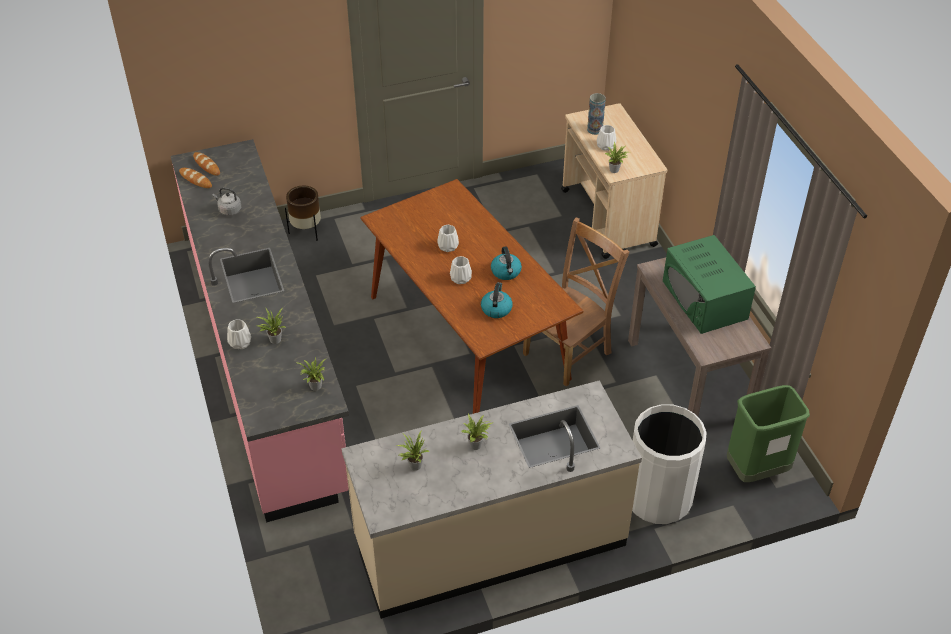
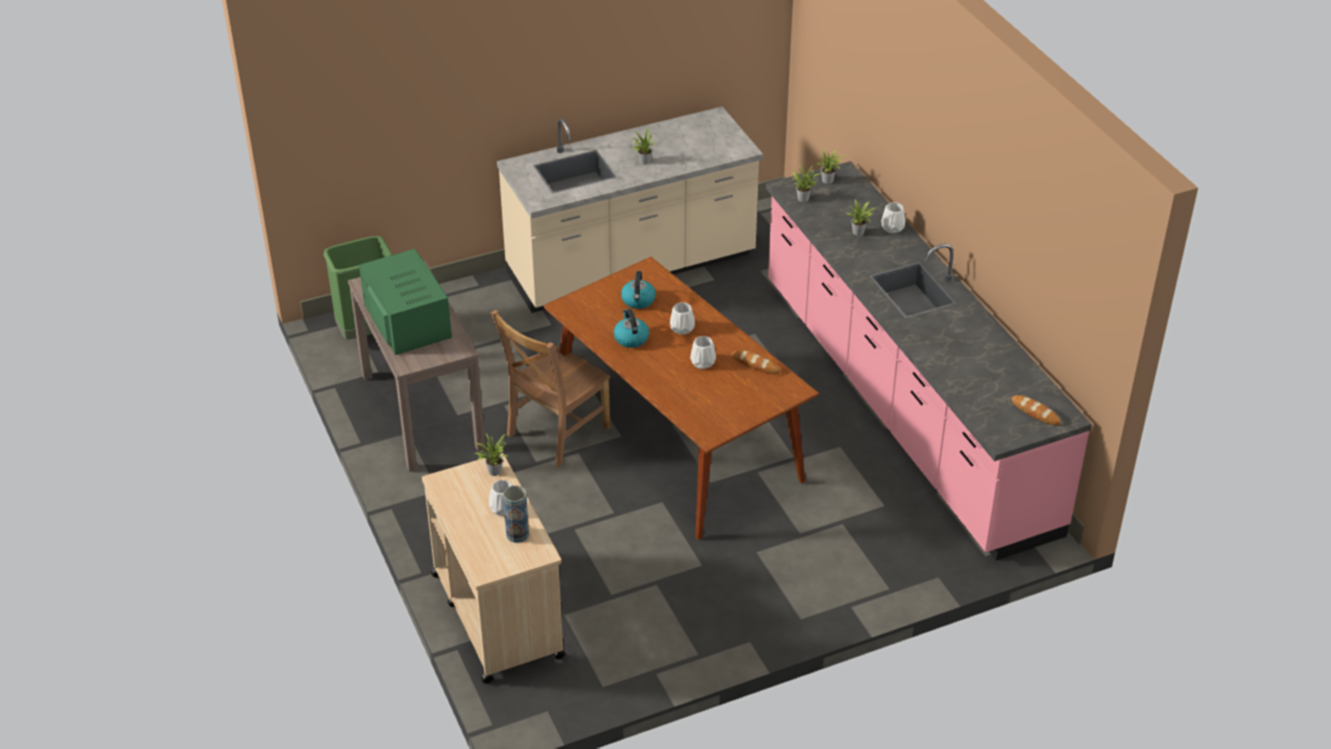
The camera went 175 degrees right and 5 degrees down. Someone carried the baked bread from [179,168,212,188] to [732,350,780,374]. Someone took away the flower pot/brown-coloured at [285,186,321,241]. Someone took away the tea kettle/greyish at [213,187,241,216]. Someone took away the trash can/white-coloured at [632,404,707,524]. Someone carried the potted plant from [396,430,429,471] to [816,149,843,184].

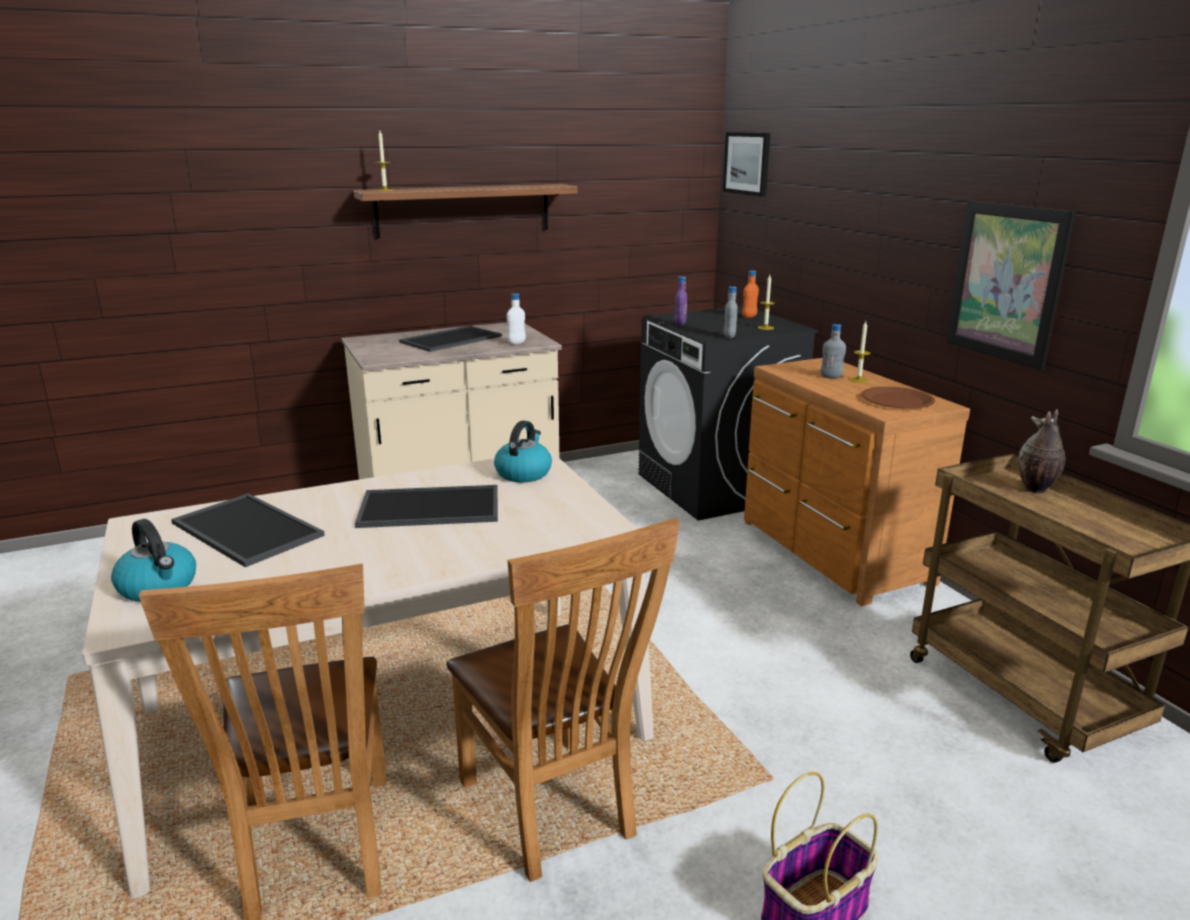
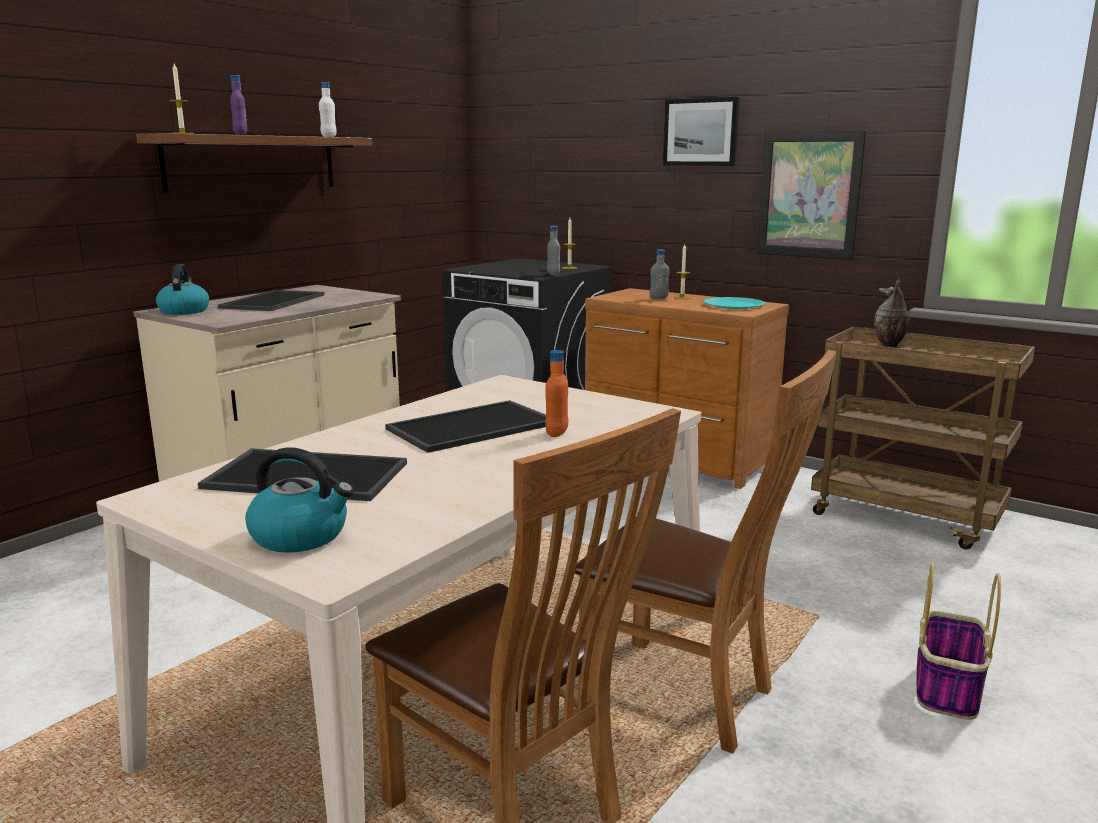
The camera went 30 degrees left and 5 degrees down. Someone carried the wall art from [723,132,770,197] to [663,97,739,166]. Someone carried the drink bottle/orange from [742,271,759,318] to [545,350,568,437]. Someone carried the drink bottle/purplish from [674,276,687,326] to [230,75,247,135]. Someone carried the drink bottle/white-coloured from [507,293,526,345] to [319,82,337,137]. Someone repainted the flat dish/brown-coloured at [862,387,935,408], which became the flat dish/turquoise-coloured at [703,297,766,309]. Someone carried the tea kettle from [494,421,552,482] to [156,264,209,315].

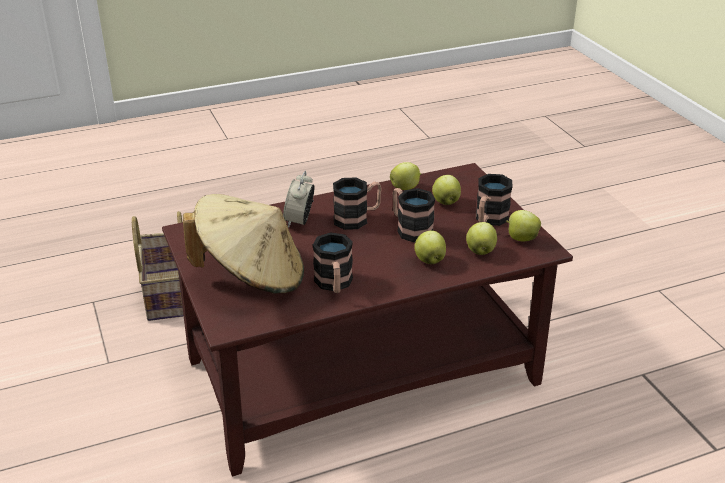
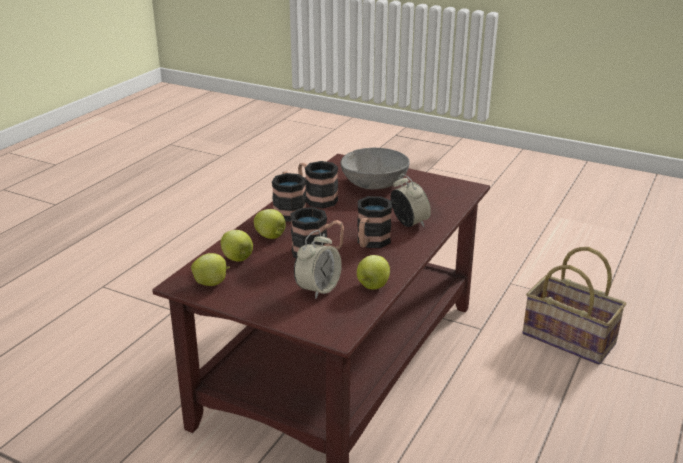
The camera went 140 degrees right and 5 degrees down. Someone carried the mug from [476,174,513,226] to [272,171,306,222]. Someone swapped the whole apple at [432,175,461,205] for the alarm clock at [294,230,342,299]. Someone swapped the hat/beige-coloured at [183,194,304,294] for the serving bowl/greyish at [341,148,410,190].

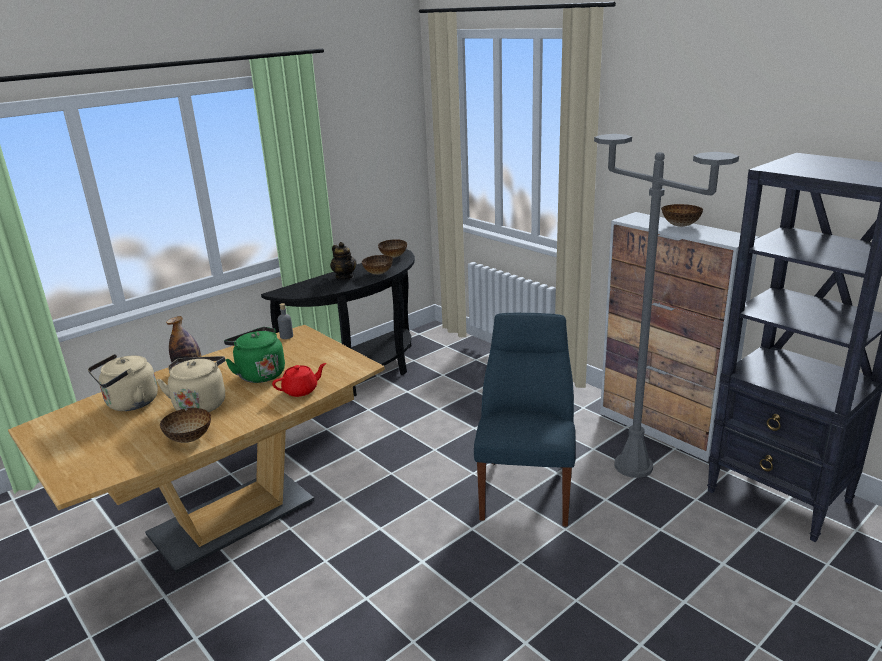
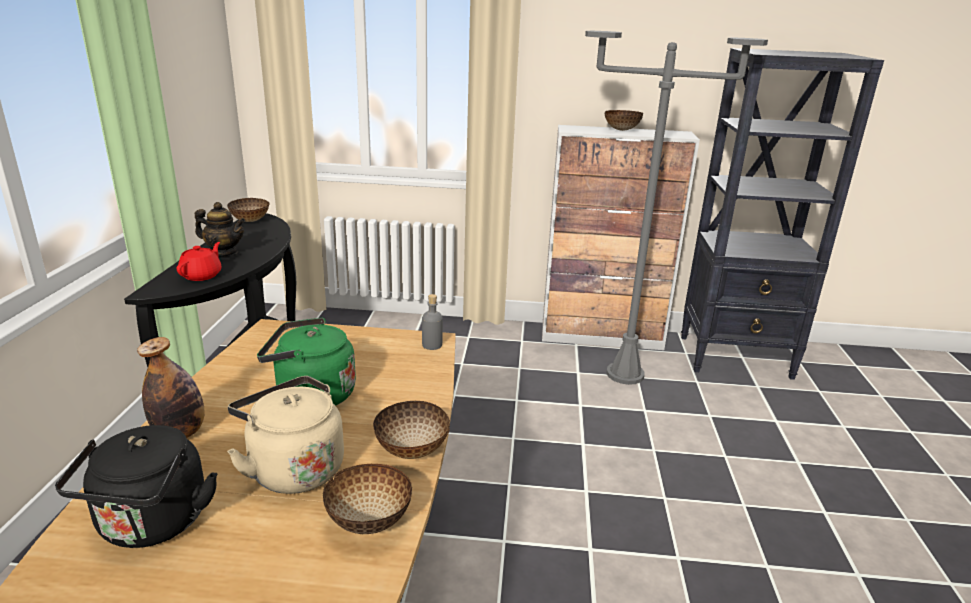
The camera went 45 degrees left and 0 degrees up. Someone carried the serving bowl from [362,255,393,275] to [373,401,450,459]. Someone carried the drink bottle/greyish from [278,303,293,339] to [422,294,443,350]. Someone took away the chair/bluish at [474,313,575,527]. Someone repainted the tea kettle/beige-coloured at [88,354,158,411], which became the tea kettle/blackish at [55,425,218,548]. Someone carried the pot for tea/red-coloured from [272,363,326,397] to [176,242,221,281].

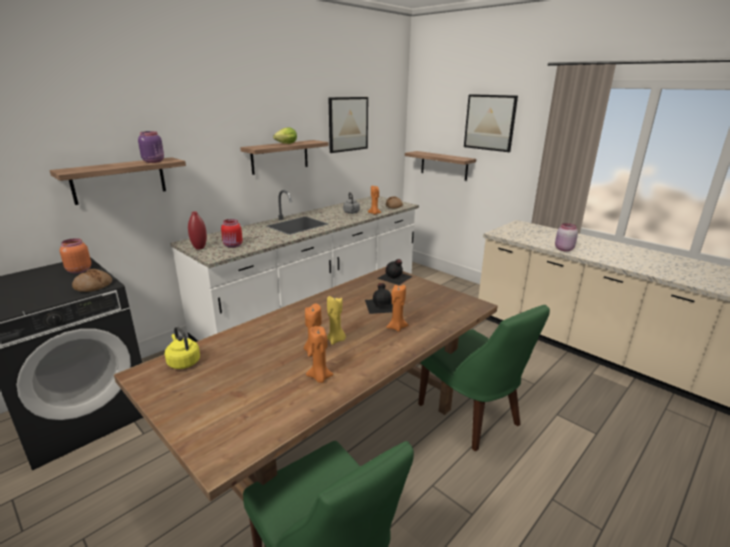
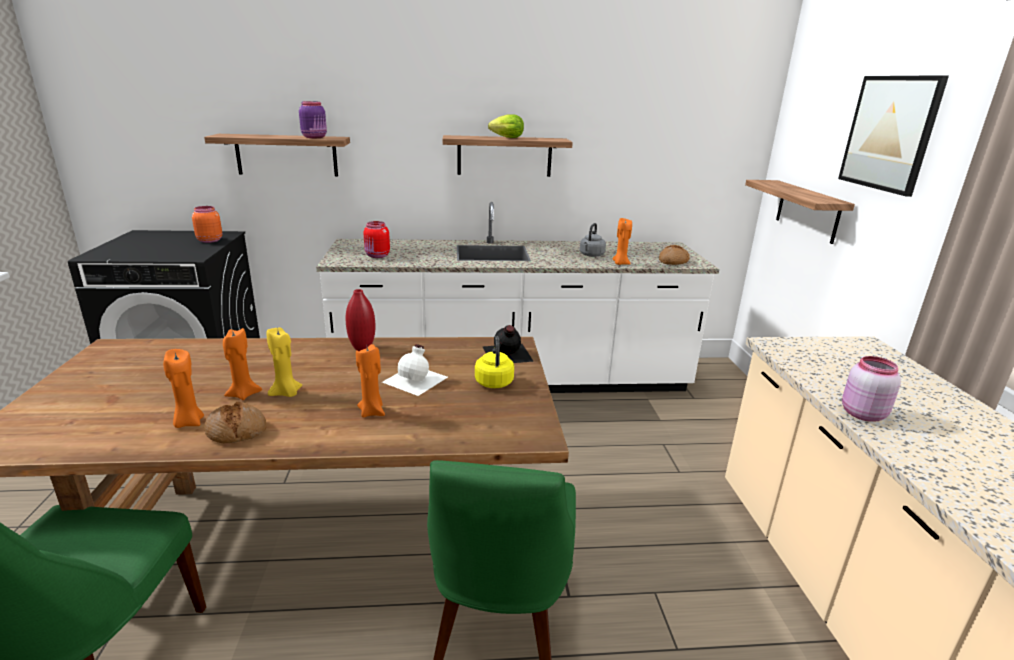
The camera went 40 degrees right and 0 degrees up. Someone took away the wall art at [329,97,368,153]. Someone carried the vase/red-coloured from [188,212,207,250] to [346,289,375,351]. Someone carried the baked bread from [72,269,112,292] to [204,402,266,444]. Someone repainted the drink bottle/blackish at [365,283,393,314], which became the drink bottle/white-coloured at [382,344,448,396]. Someone carried the tea kettle/yellow-coloured from [165,327,200,369] to [475,336,514,388].

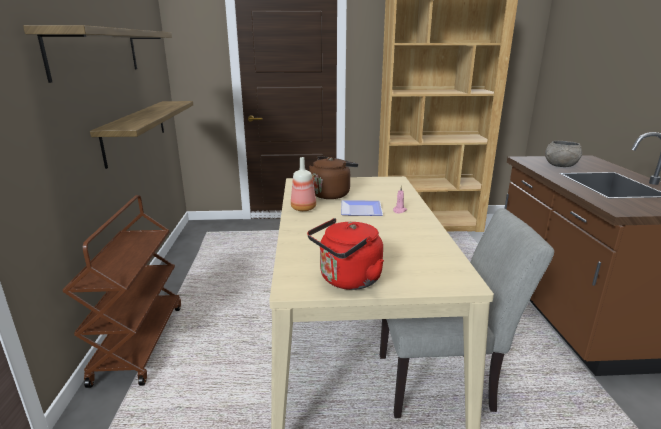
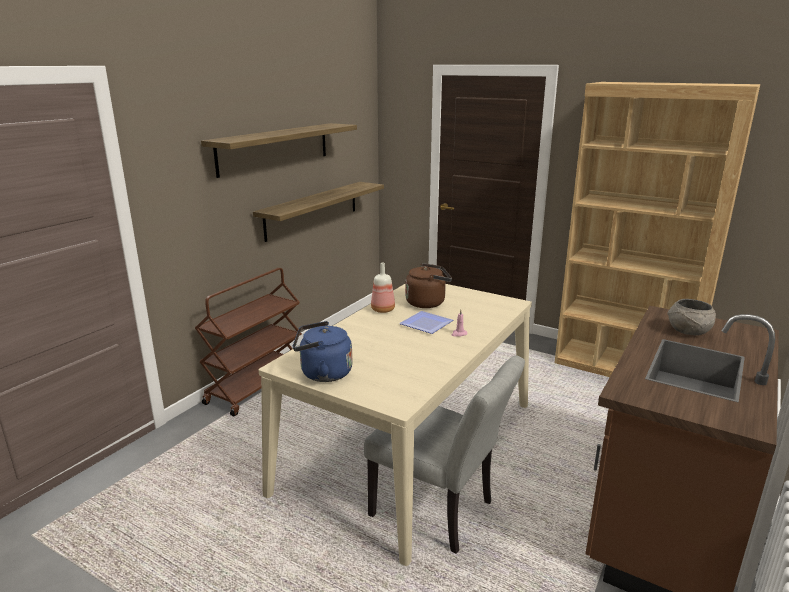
The camera went 35 degrees right and 0 degrees up. Someone repainted the tea kettle/red-coloured at [307,218,384,290], which became the tea kettle/bluish at [293,321,352,382].

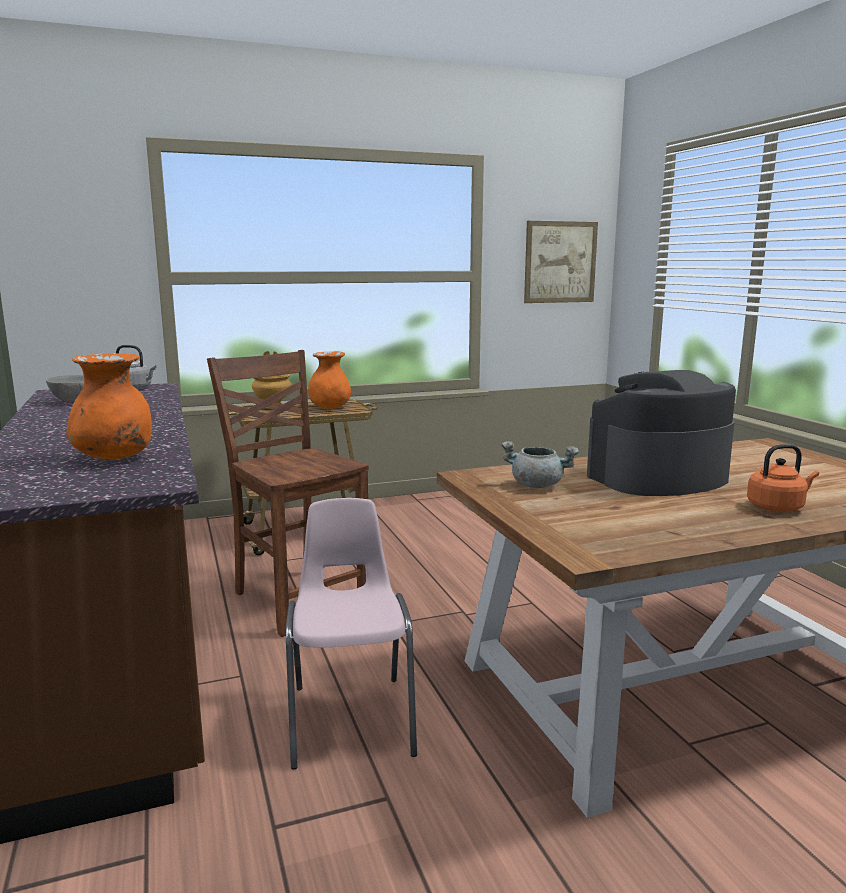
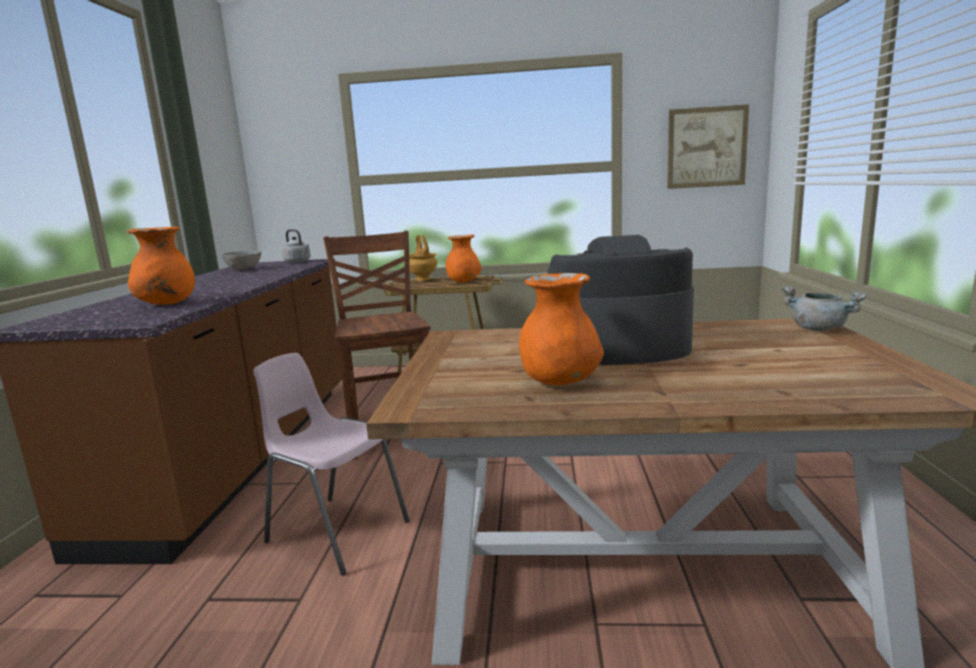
The camera went 25 degrees right and 0 degrees up. Someone carried the saucepot/greyish from [501,441,579,488] to [782,286,866,331]. Someone took away the tea kettle/orange at [747,444,819,512]. Someone rotated the chair/pink at [286,498,417,770] by 75 degrees counterclockwise. Someone put down the vase/orange at [519,273,604,385].

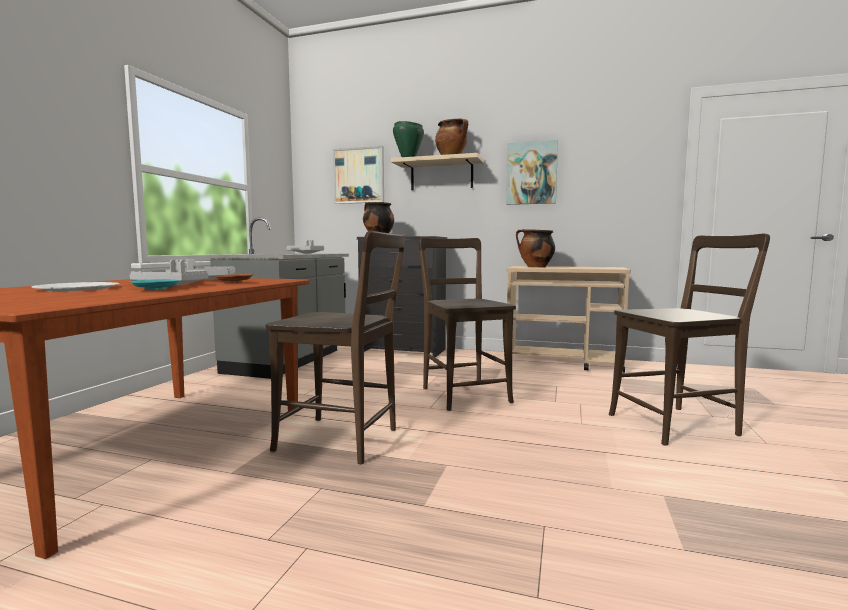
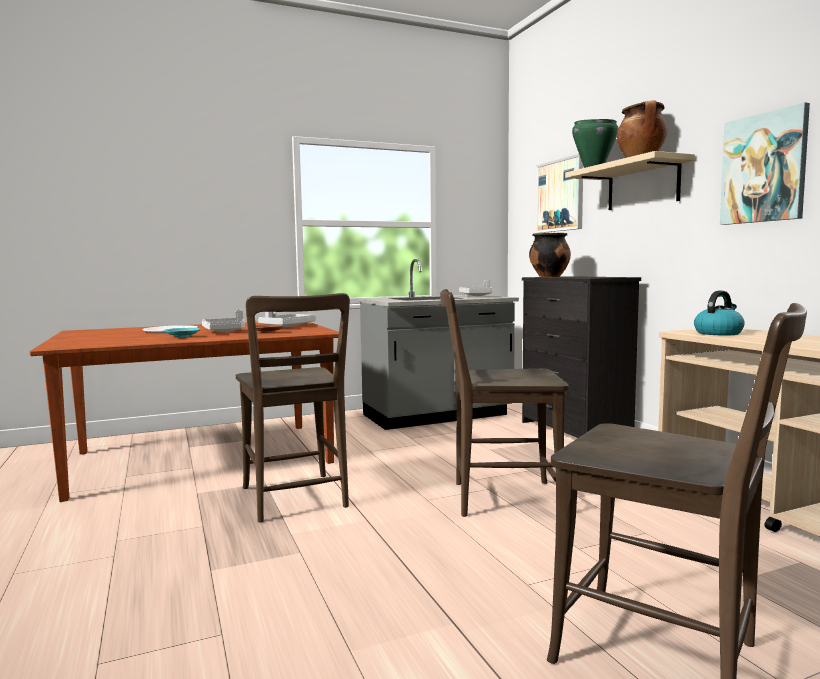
The camera went 50 degrees right and 0 degrees up. Someone swapped the saucepot at [516,229,555,268] for the tea kettle at [694,291,745,336]. Someone rotated the chair/brown-coloured at [419,238,516,411] by 120 degrees counterclockwise.

